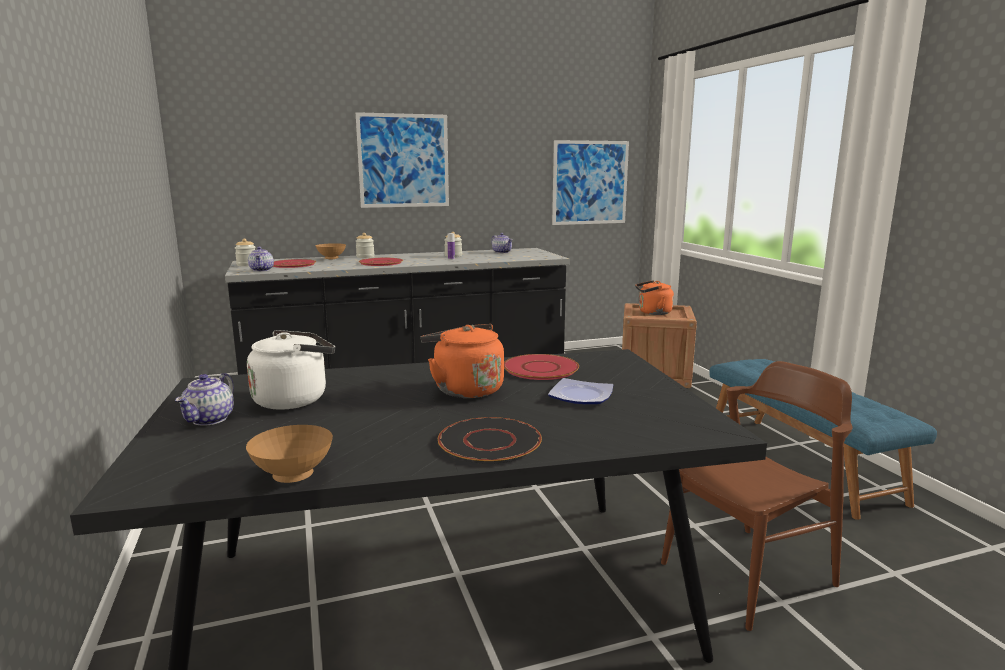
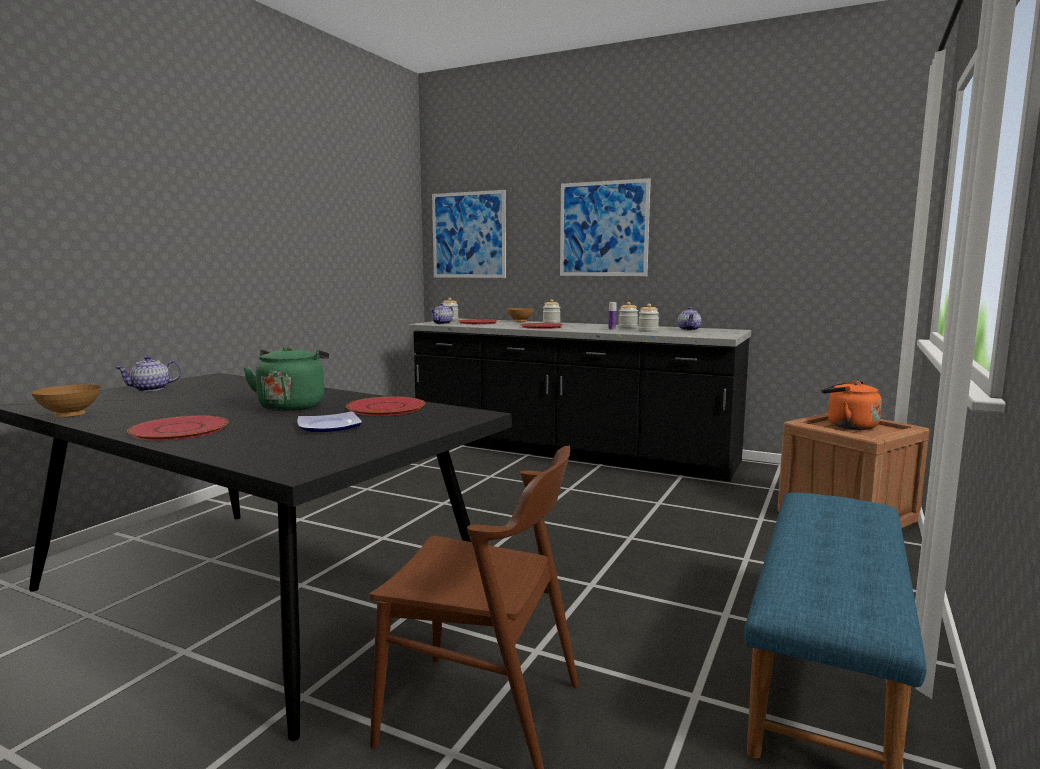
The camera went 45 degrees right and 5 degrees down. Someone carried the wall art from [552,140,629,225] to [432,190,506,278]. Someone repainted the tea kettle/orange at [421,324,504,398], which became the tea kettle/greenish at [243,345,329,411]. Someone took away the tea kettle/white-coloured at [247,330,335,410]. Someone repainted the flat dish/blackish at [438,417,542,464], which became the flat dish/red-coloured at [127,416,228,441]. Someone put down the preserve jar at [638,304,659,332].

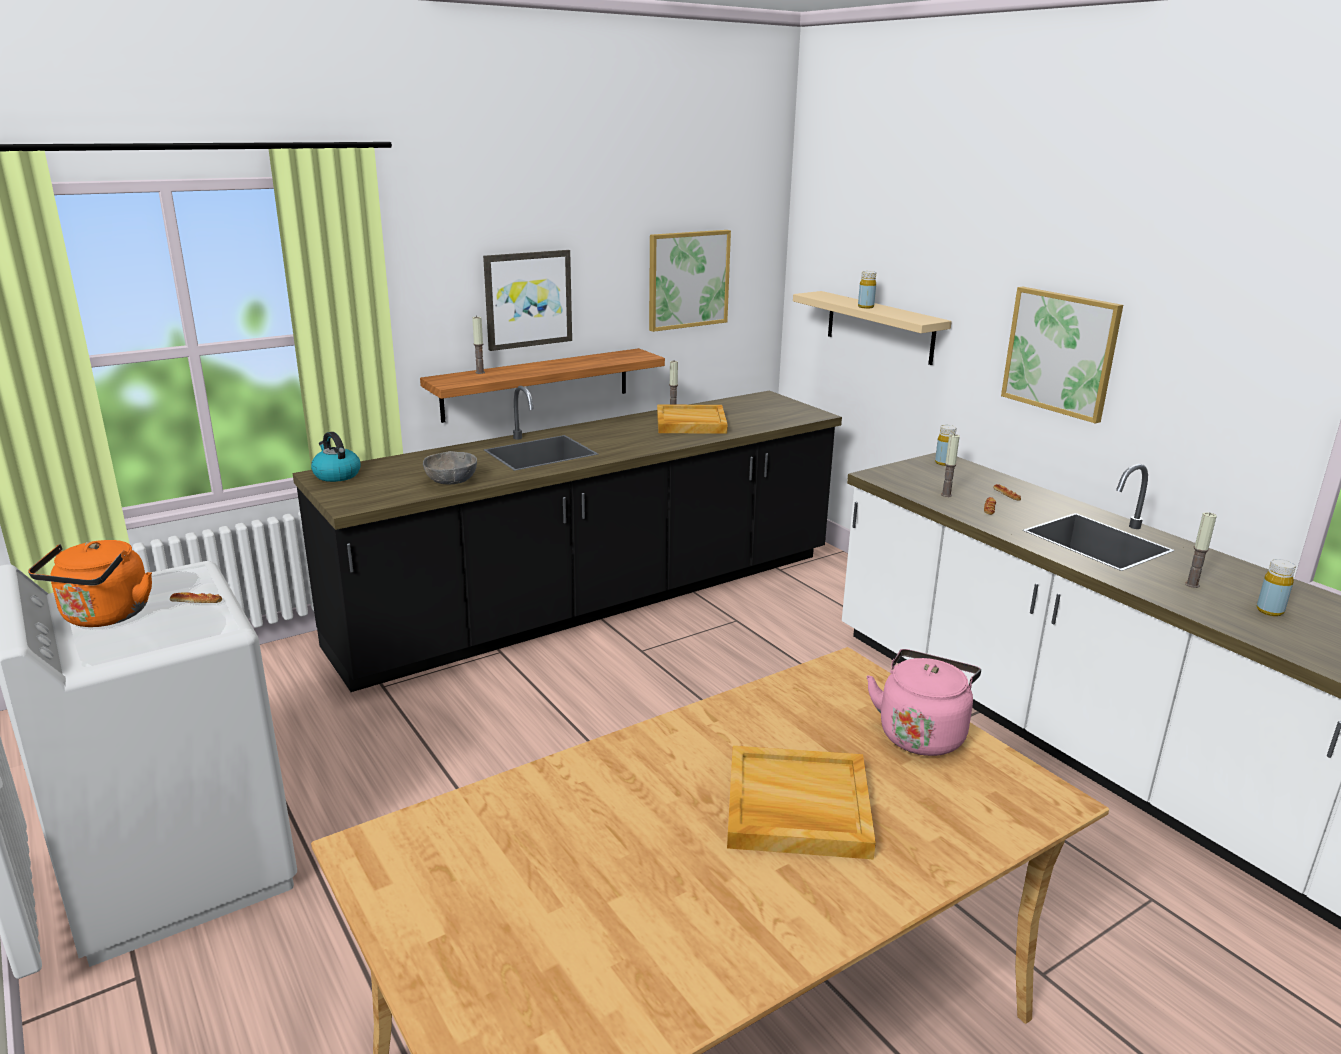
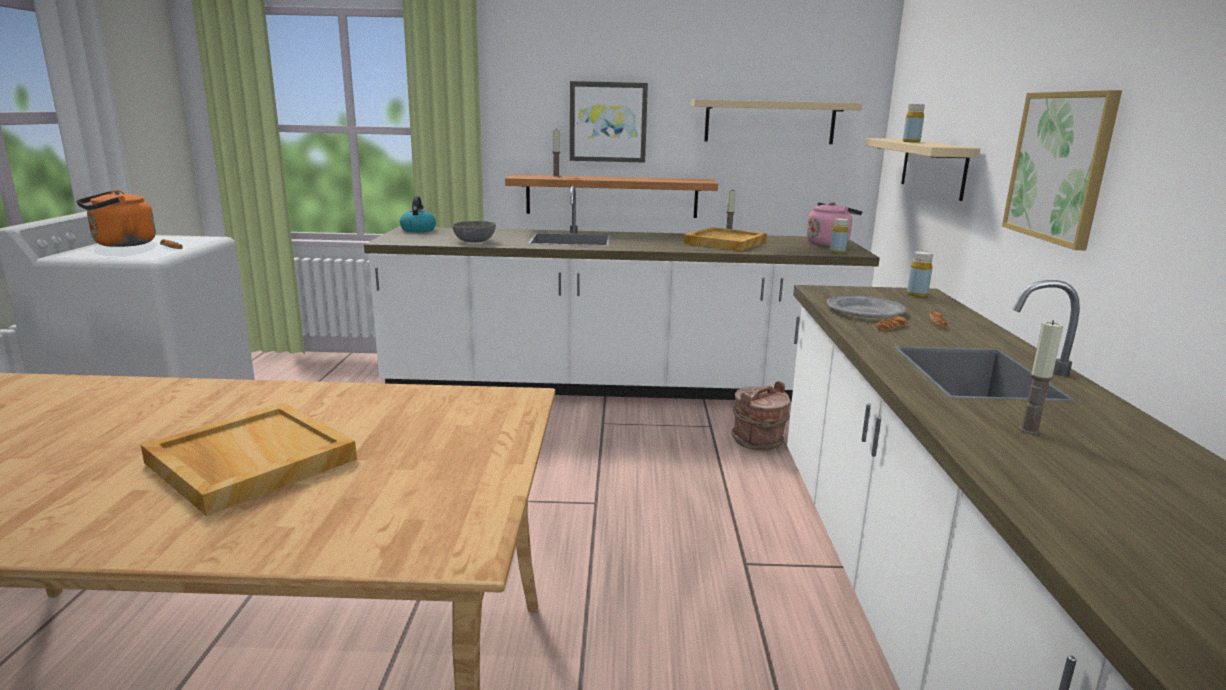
The camera went 35 degrees right and 5 degrees down. Someone swapped the wall art at [649,230,731,332] for the wall shelf/beige-coloured at [691,99,862,144]. Someone repainted the kitchen counter/blackish at [292,386,842,692], which became the kitchen counter/white-coloured at [364,186,880,402]. Someone swapped the wax light at [941,434,960,497] for the flat dish/greyish at [827,295,906,318]. Someone carried the drink bottle/yellow-coloured from [1257,559,1296,616] to [830,218,849,254]. Someone carried the tea kettle/pink from [867,649,981,756] to [806,202,862,246]. Someone put down the pail/brown-coloured at [732,381,790,451].

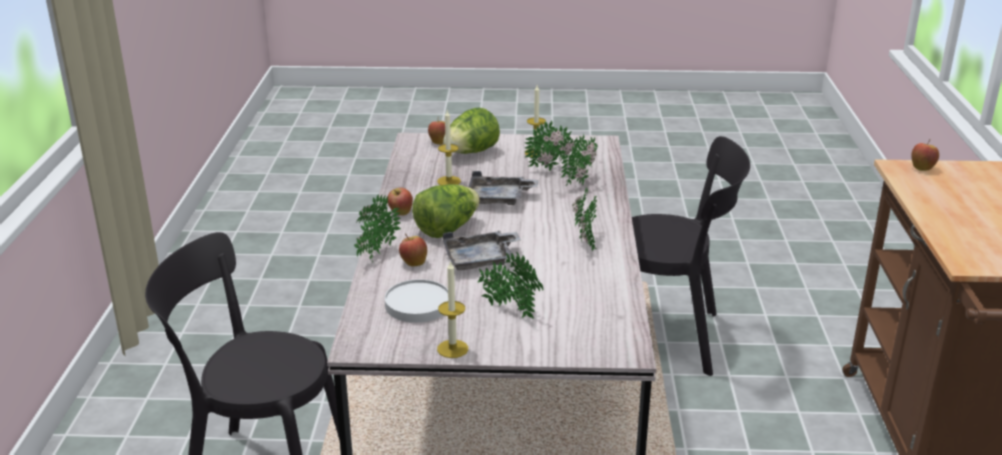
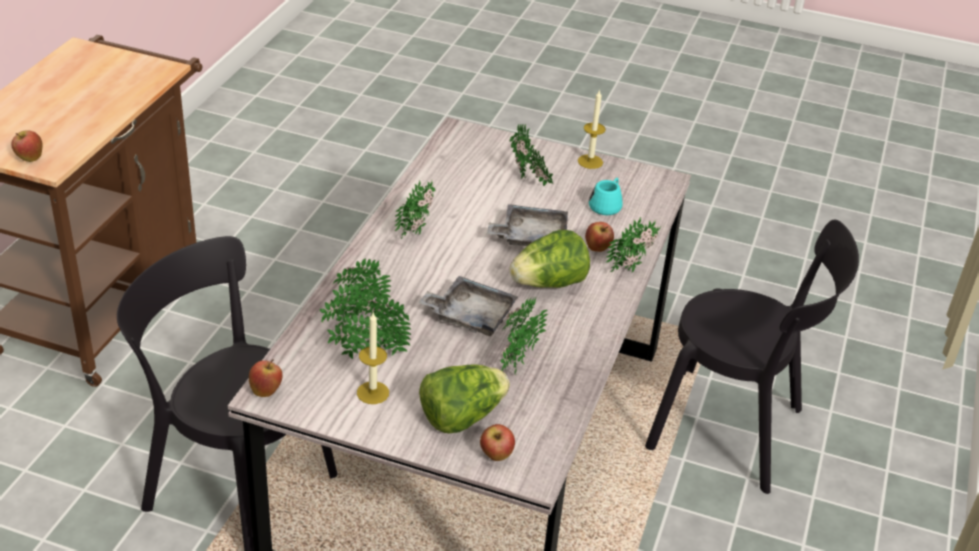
The camera went 165 degrees left and 10 degrees up. Someone swapped the wax light at [437,110,461,185] for the potted plant at [501,298,548,376]. Someone carried the whole apple from [387,188,413,215] to [249,359,283,397]. Someone swapped the flat dish/white-coloured at [385,279,448,323] for the mug/turquoise-coloured at [589,178,623,215].

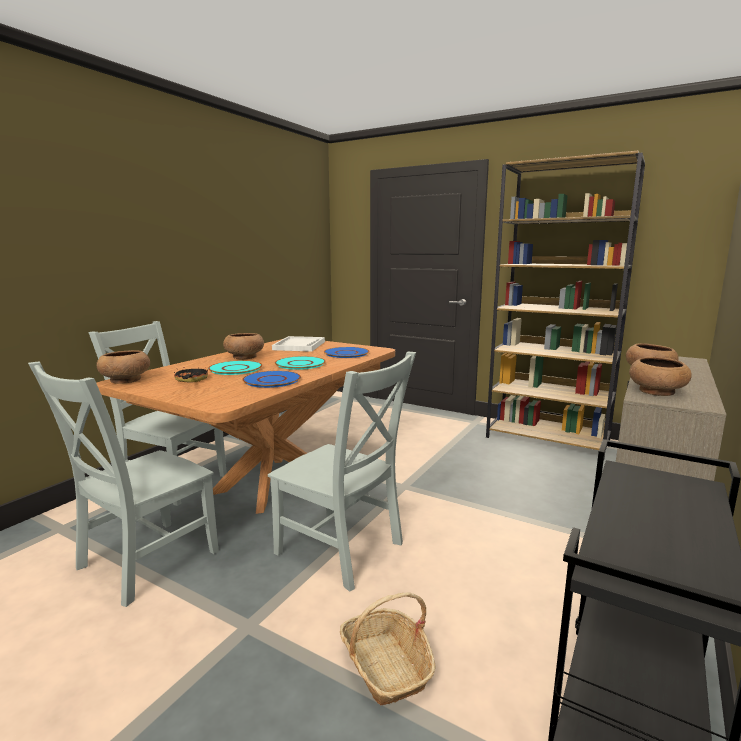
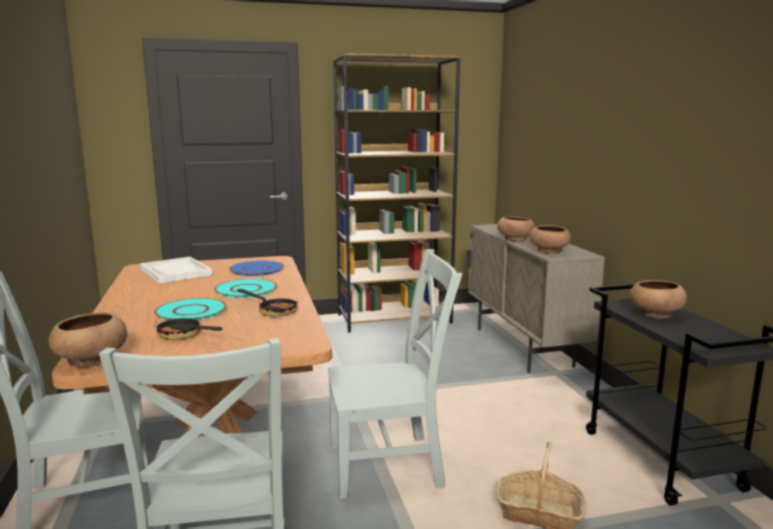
The camera went 45 degrees left and 0 degrees up. Someone carried the serving bowl/brown-coloured from [223,333,264,359] to [630,280,687,319]. Someone swapped the flat dish/bluish at [242,371,301,388] for the pan at [237,289,298,317].

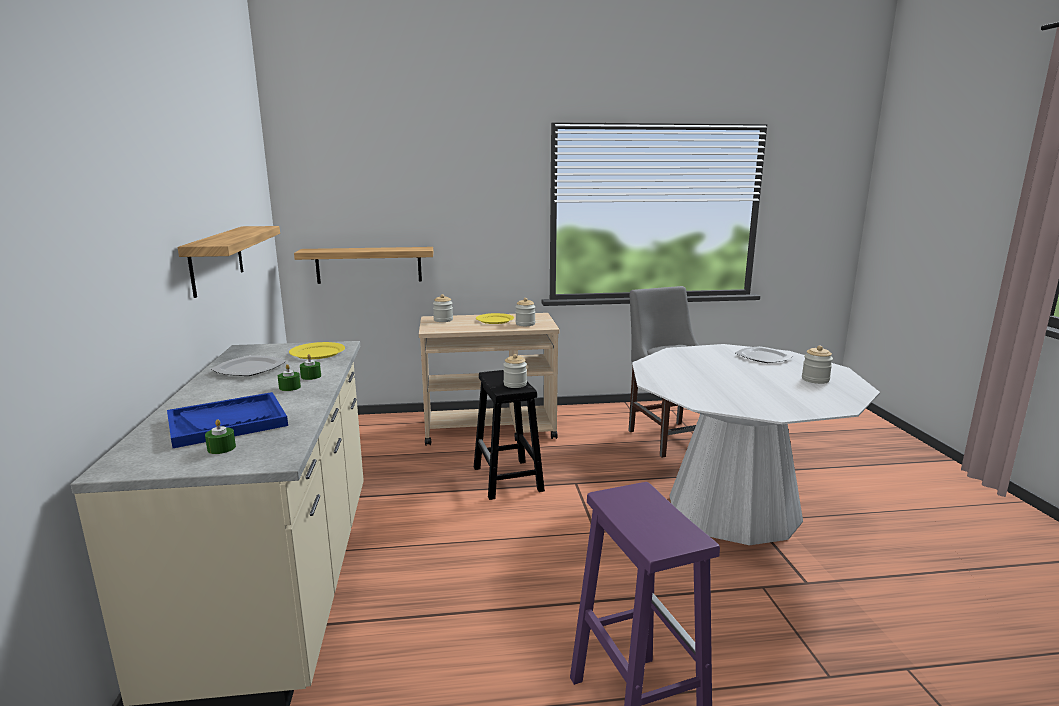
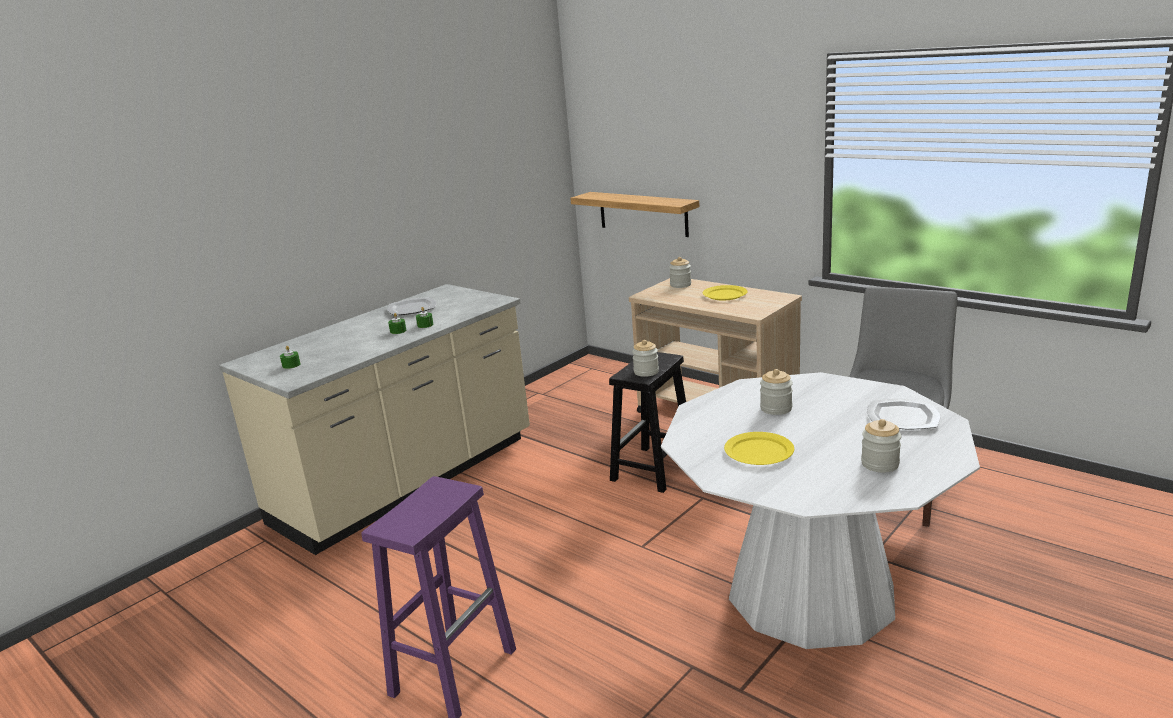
The camera went 50 degrees right and 5 degrees up. Someone took away the wall shelf at [177,226,280,298]. Someone carried the preserve jar from [516,298,535,326] to [760,369,793,415]. Someone carried the flat dish/yellow-coloured from [289,342,345,359] to [724,432,794,465]. Someone took away the serving tray/bluish at [167,392,288,448].

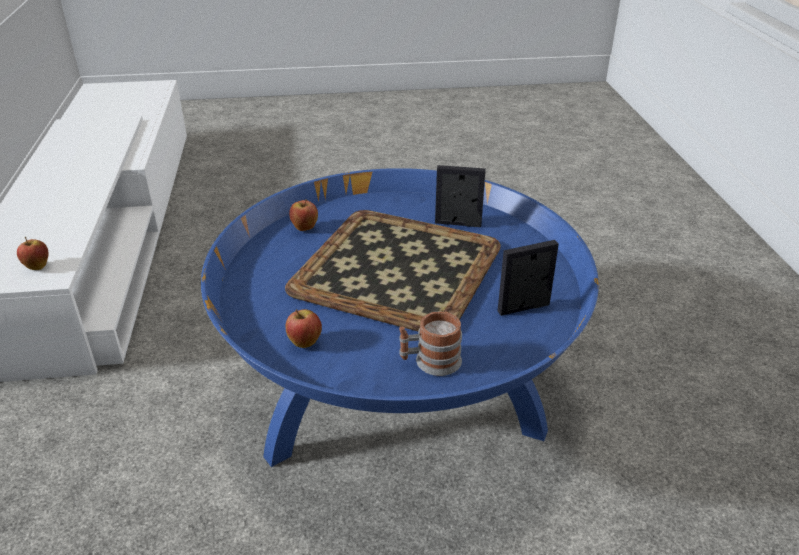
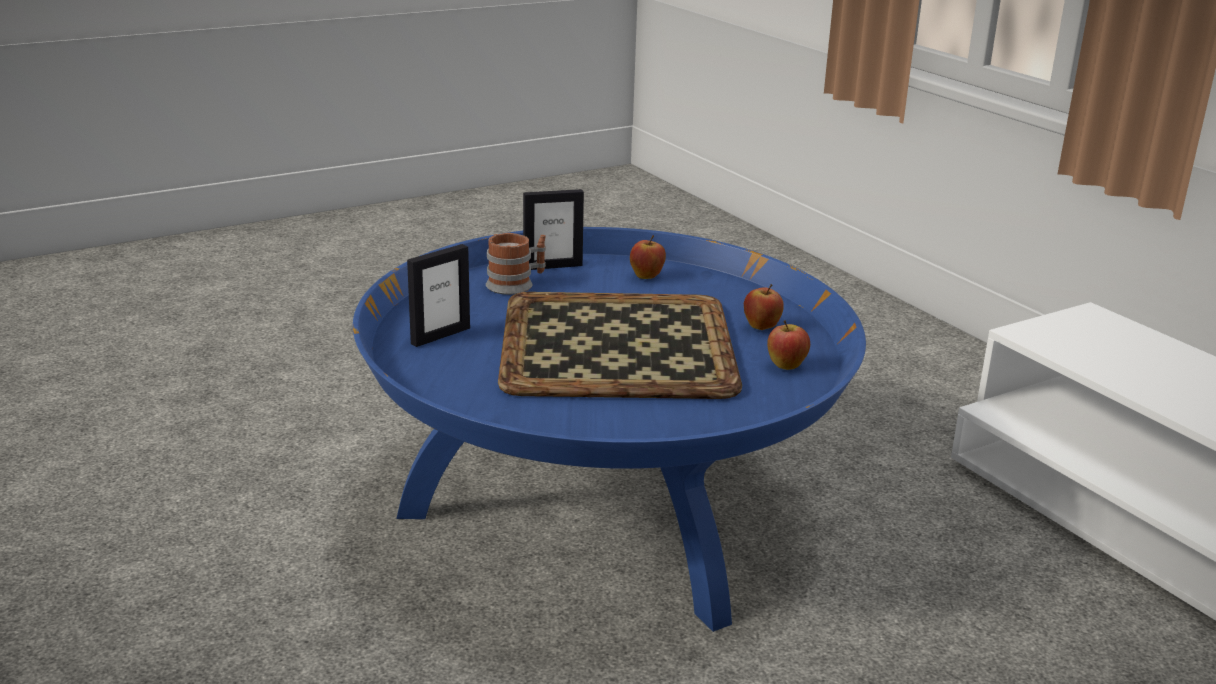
The camera went 155 degrees right and 10 degrees down. Someone carried the photo frame from [435,165,486,227] to [523,189,584,270]. Someone carried the whole apple from [17,236,49,270] to [744,284,784,330].

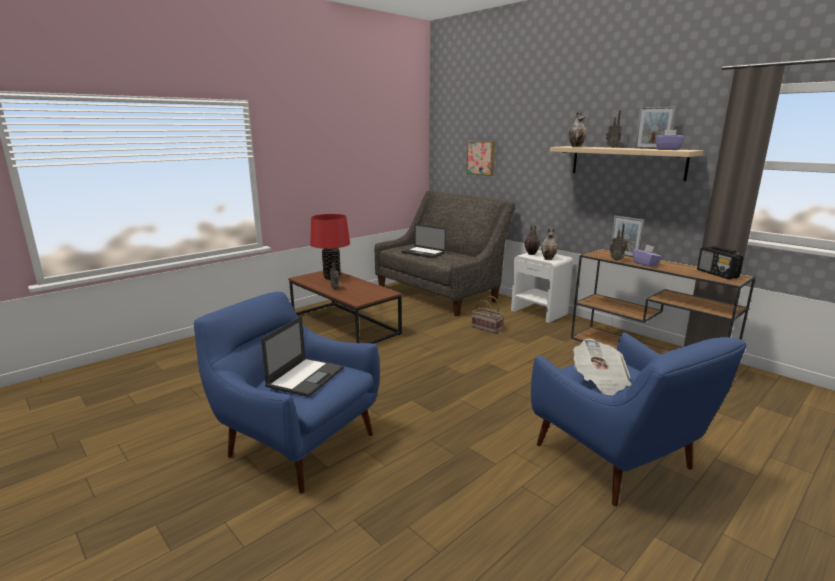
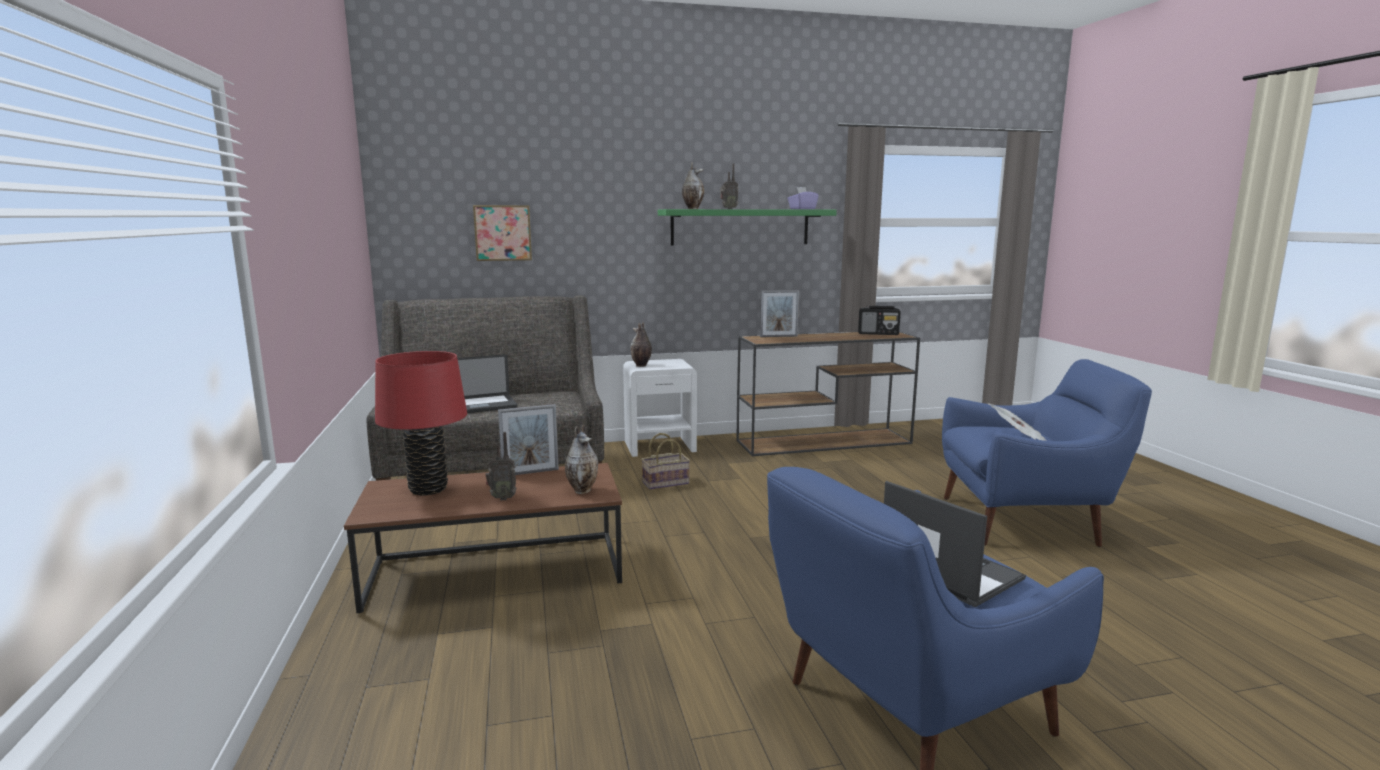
The camera went 60 degrees left and 5 degrees down. Someone carried the photo frame from [635,106,676,149] to [498,404,559,475]. Someone repainted the wall shelf/beige-coloured at [550,146,704,181], which became the wall shelf/greenish at [658,209,837,246]. Someone took away the radio at [610,224,626,261]. Someone carried the vase from [541,228,558,260] to [565,425,598,494]. Someone took away the box of tissues/purplish at [633,244,662,267].

